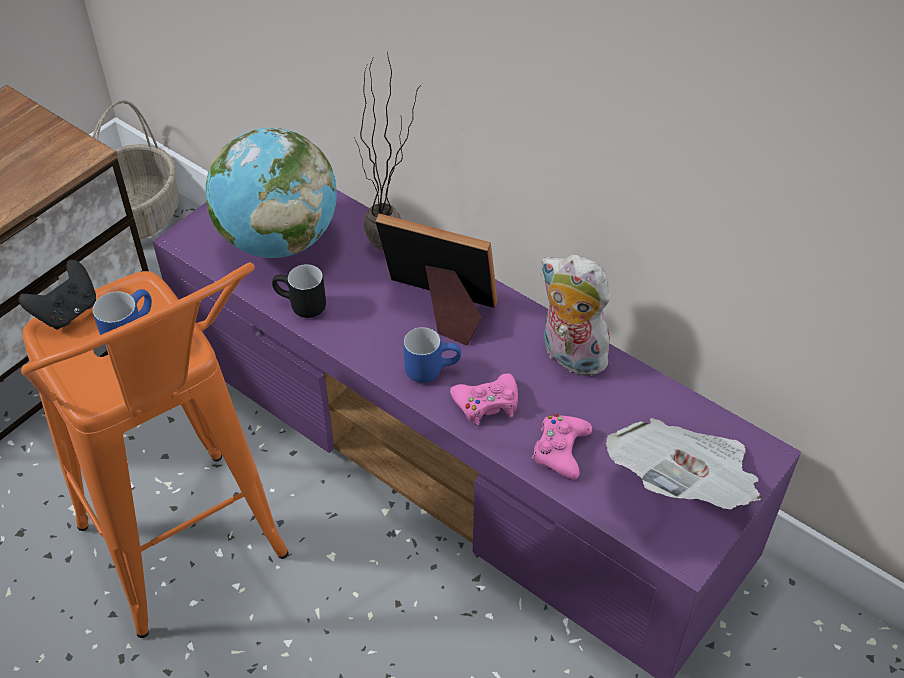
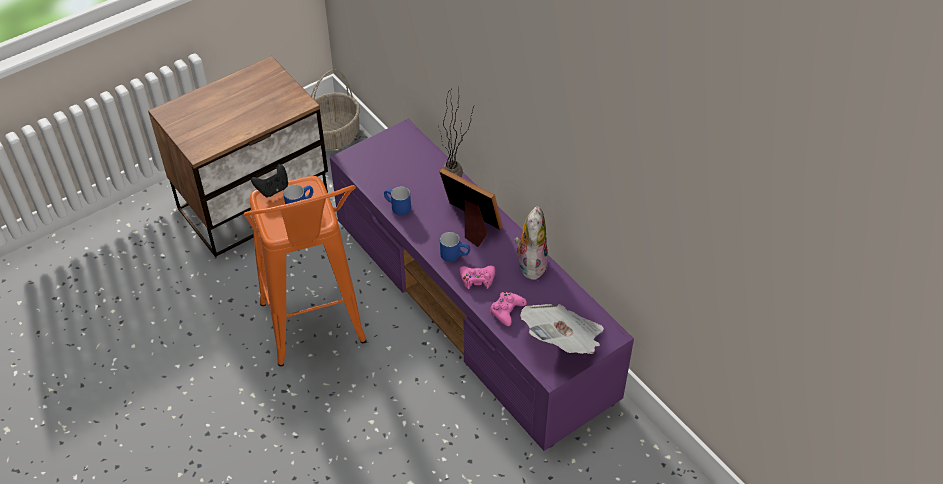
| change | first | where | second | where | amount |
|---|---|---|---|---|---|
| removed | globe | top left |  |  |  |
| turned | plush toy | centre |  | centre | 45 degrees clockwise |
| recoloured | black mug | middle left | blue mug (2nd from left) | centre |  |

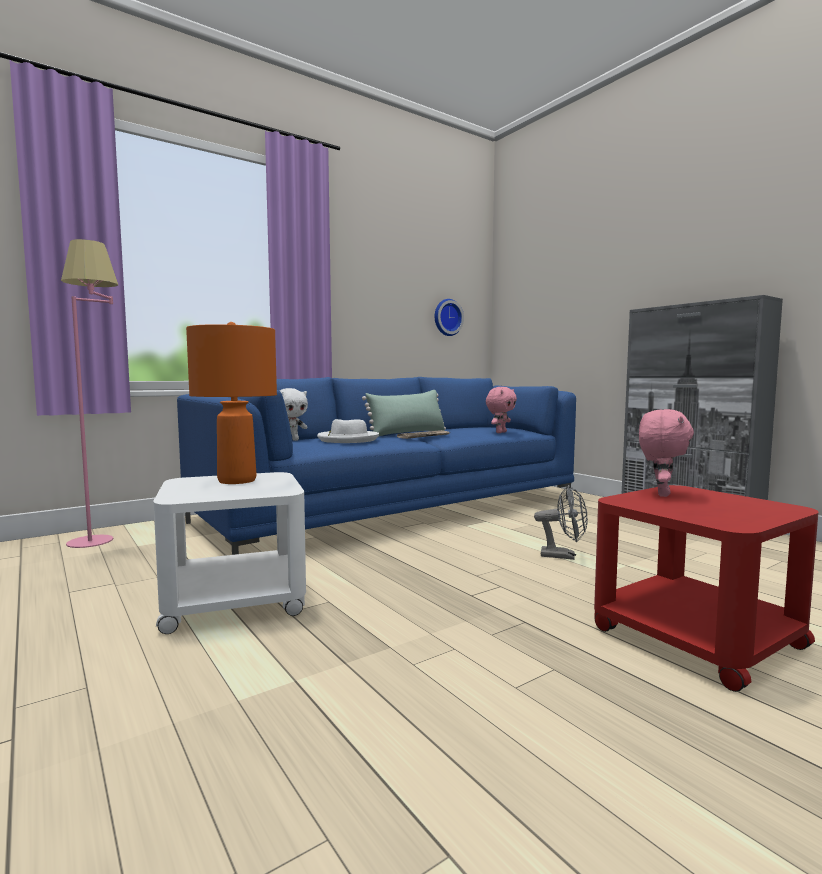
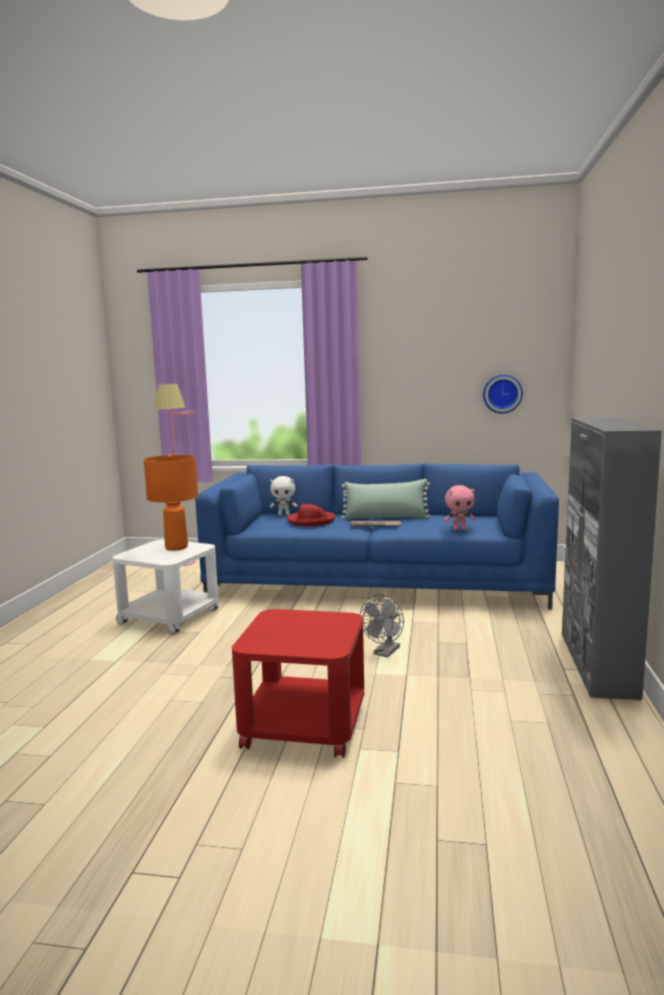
| change | first | where | second | where | amount |
|---|---|---|---|---|---|
| removed | pink plush toy (2nd from left) | middle right |  |  |  |
| recoloured | white hat | centre | red hat | centre |  |
| turned | grey fan | middle right |  | centre | 60 degrees clockwise |

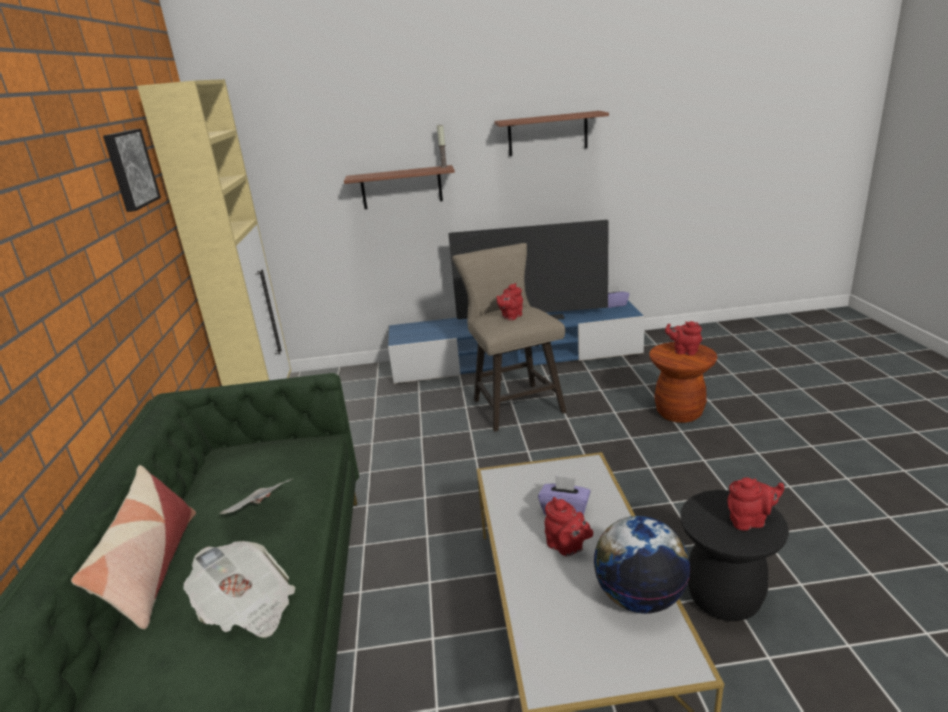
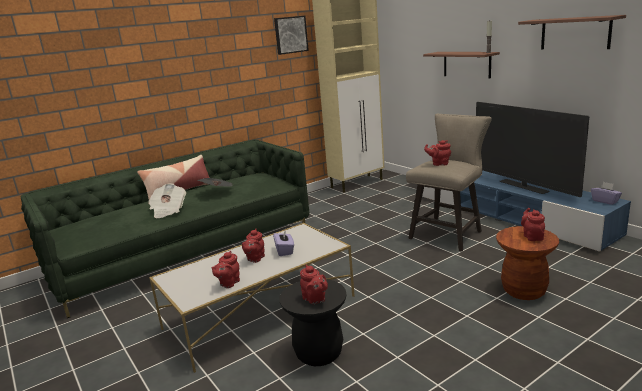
| change | first | where | second | where | amount |
|---|---|---|---|---|---|
| replaced | globe | bottom right | red teapot (1st from left) | bottom centre |  |

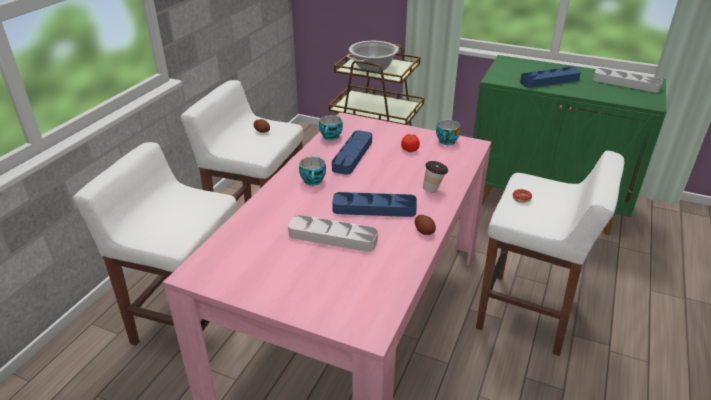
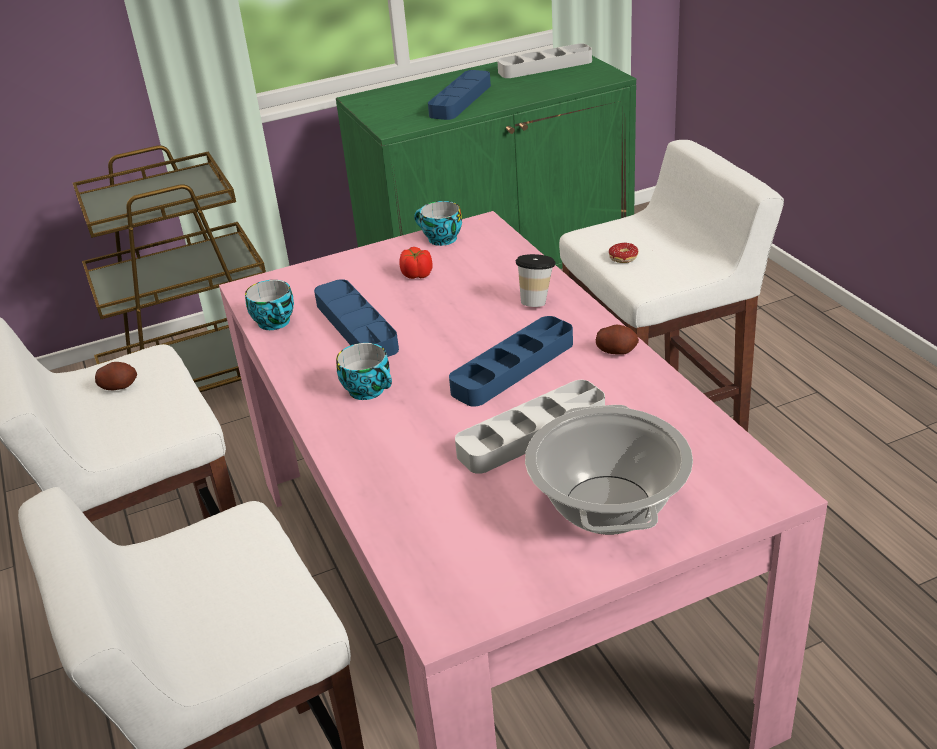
| change | first | where | second | where | amount |
|---|---|---|---|---|---|
| moved | cooking pot | top centre |  | centre |  |

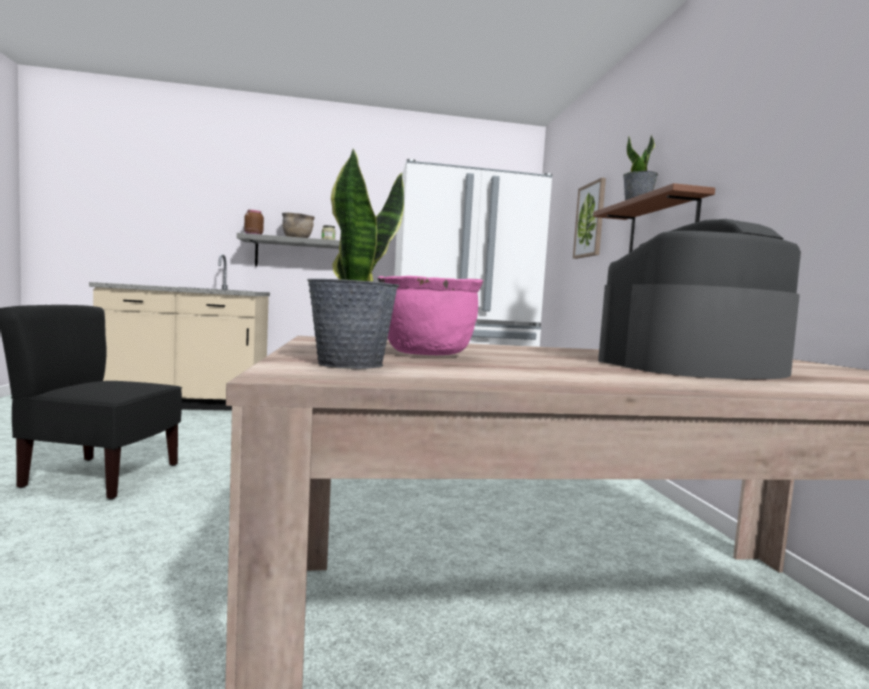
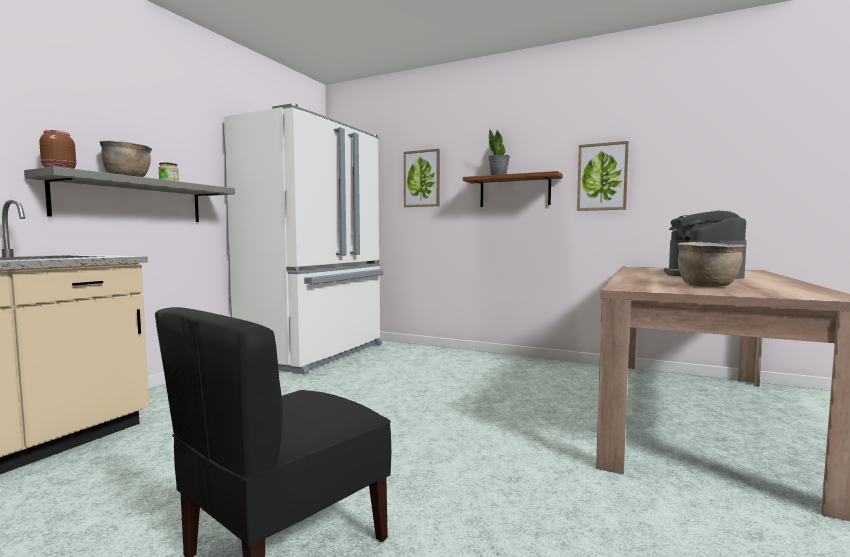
| change | first | where | second | where | amount |
|---|---|---|---|---|---|
| removed | potted plant (1st from left) | centre |  |  |  |
| recoloured | pink cooking pot | centre | brown cooking pot (2nd from left) | middle right |  |
| added |  |  | picture (2nd from left) | top right |  |

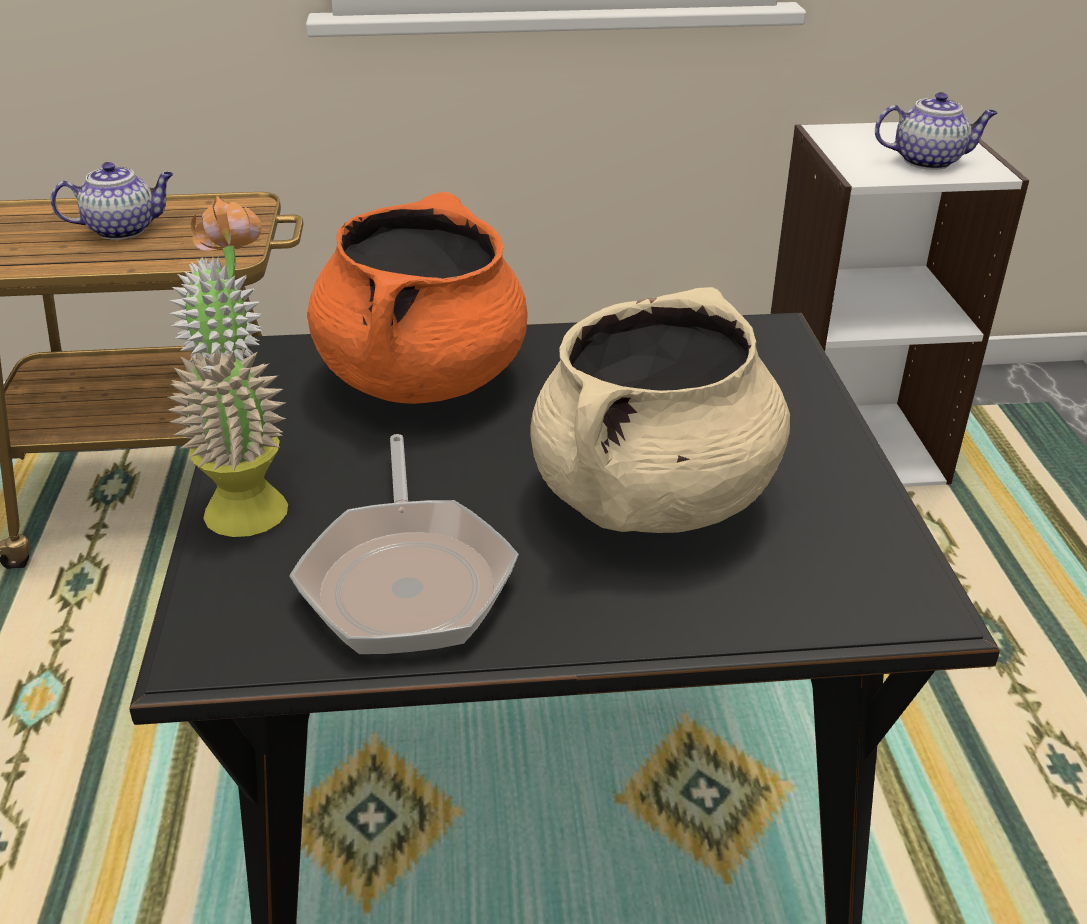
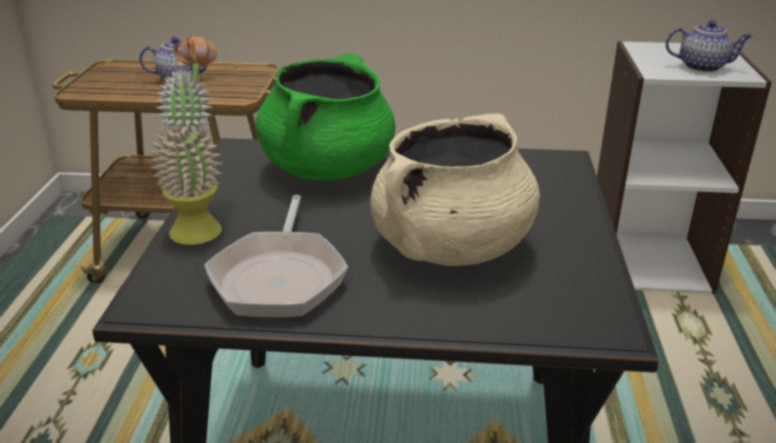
| change | first | where | second | where | amount |
|---|---|---|---|---|---|
| recoloured | orange cooking pot | top centre | green cooking pot | top centre |  |

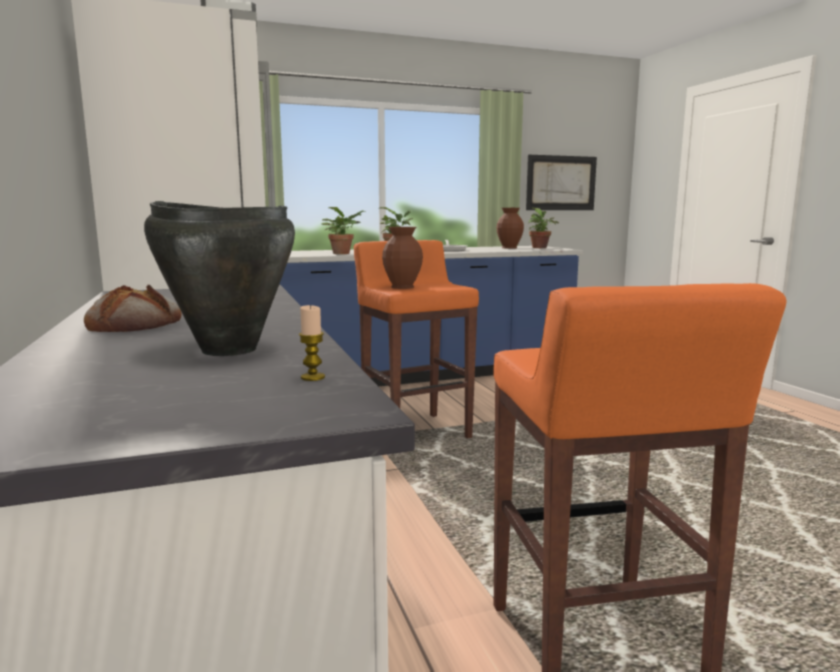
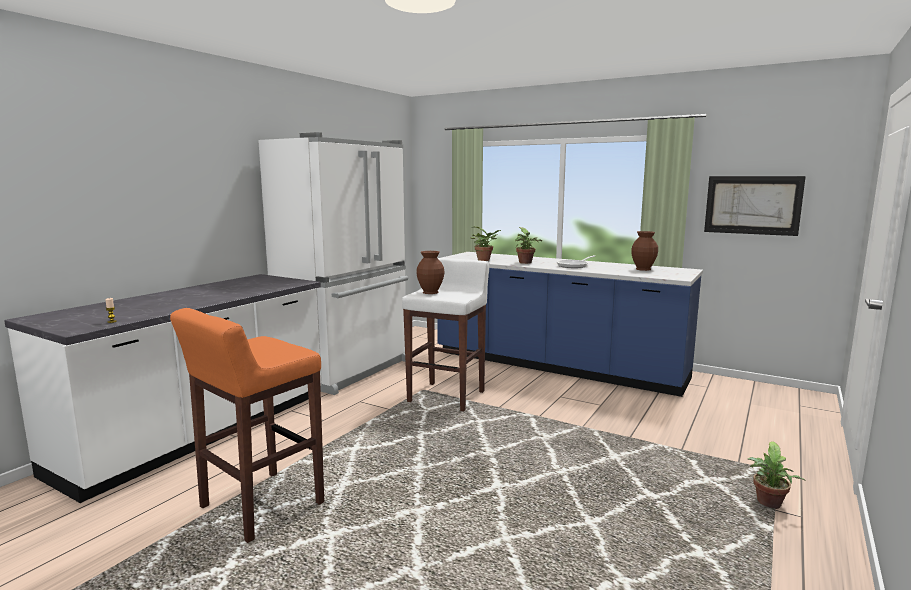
| change | first | where | second | where | amount |
|---|---|---|---|---|---|
| removed | black cooking pot | middle left |  |  |  |
| moved | potted plant (3rd from left) | centre |  | bottom right |  |
| recoloured | orange stool (1st from left) | centre | white stool | centre |  |
| removed | bread | middle left |  |  |  |

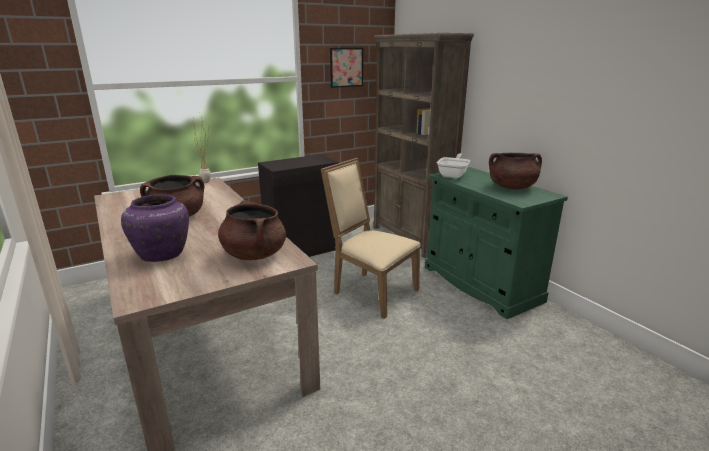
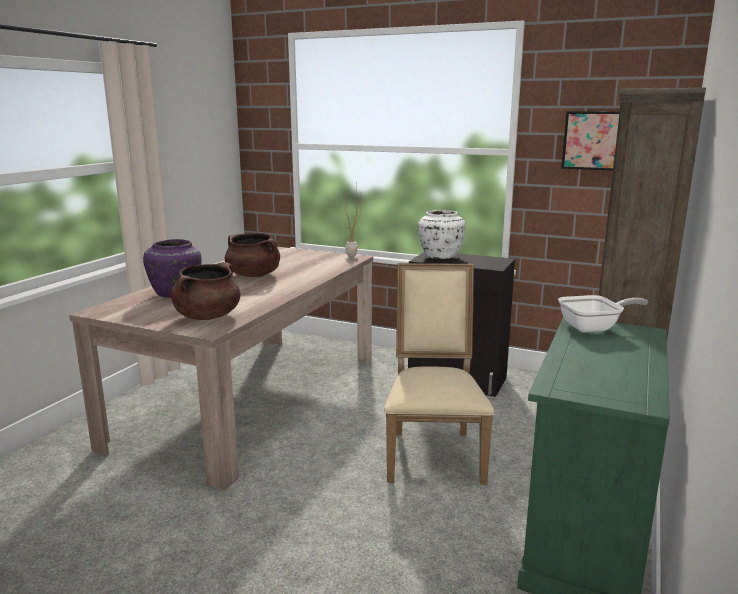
| change | first | where | second | where | amount |
|---|---|---|---|---|---|
| removed | brown cooking pot (3rd from left) | middle right |  |  |  |
| added |  |  | white vase | centre |  |

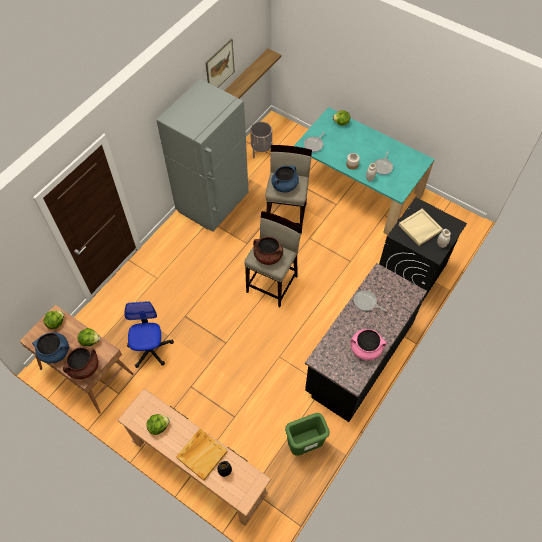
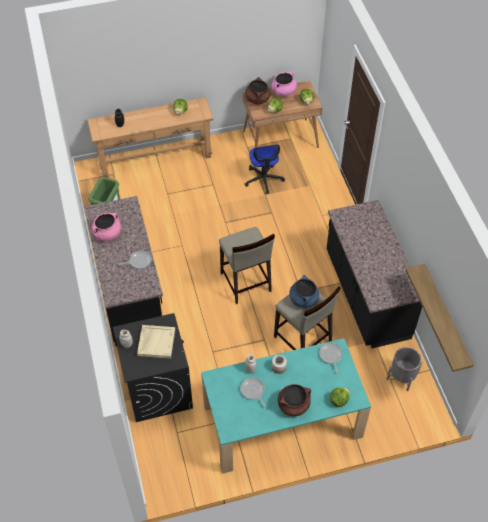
| change | first | where | second | where | amount |
|---|---|---|---|---|---|
| removed | picture | top centre |  |  |  |
| replaced | grey fridge | top centre | black counter (2nd from left) | middle right |  |
| moved | brown cooking pot (2nd from left) | centre |  | bottom centre |  |
| turned | office chair | middle left |  | top centre | 45 degrees clockwise |
| recoloured | blue cooking pot (1st from left) | middle left | pink cooking pot (2nd from left) | top centre |  |
| removed | beige tray (1st from left) | bottom centre |  |  |  |

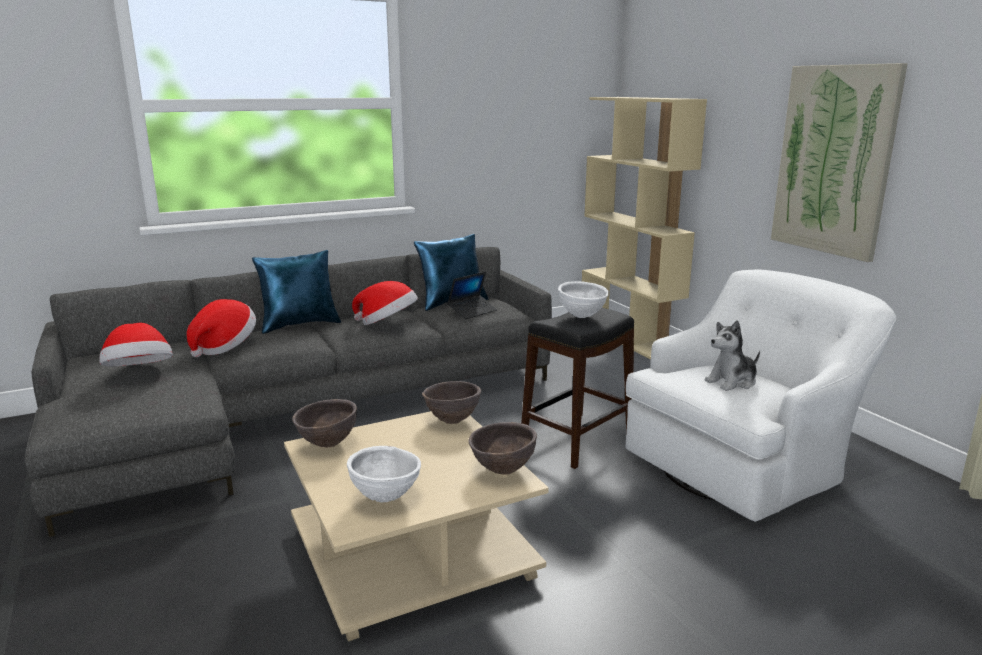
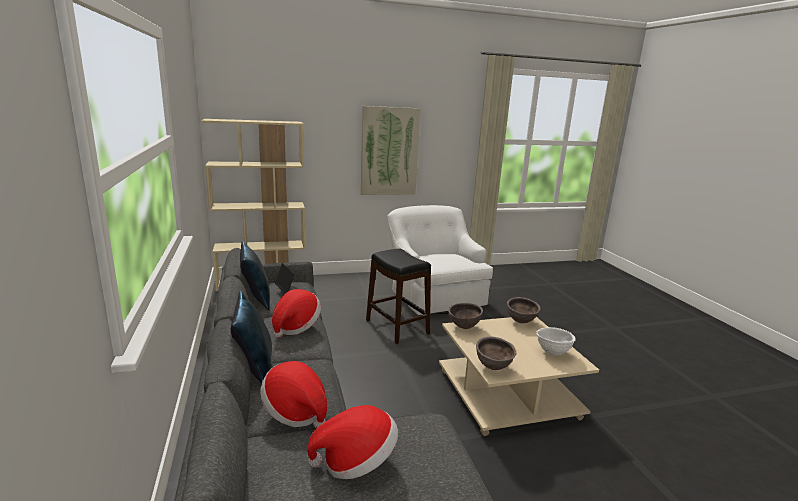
| change | first | where | second | where | amount |
|---|---|---|---|---|---|
| removed | white bowl (2nd from left) | centre |  |  |  |
| removed | plush toy | middle right |  |  |  |

